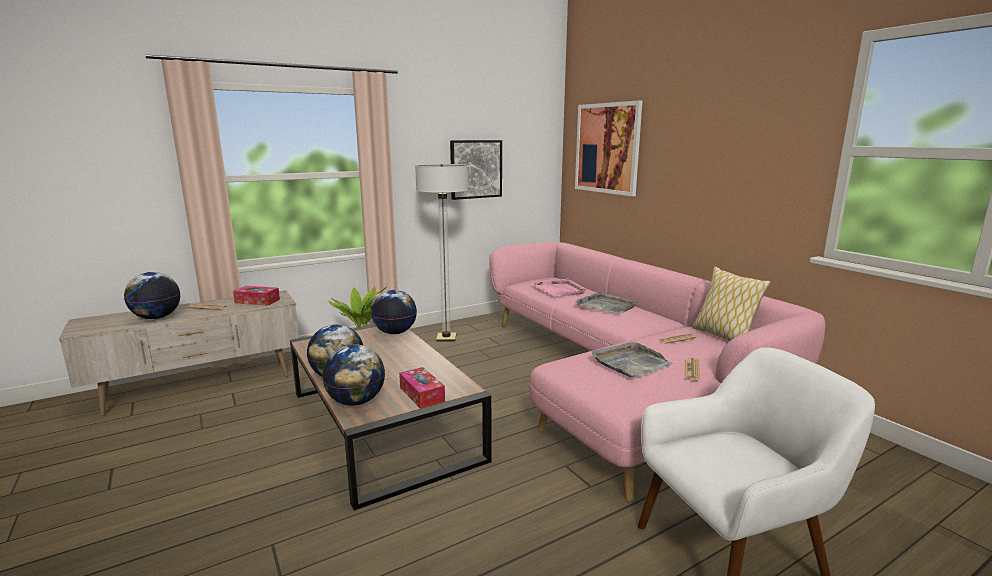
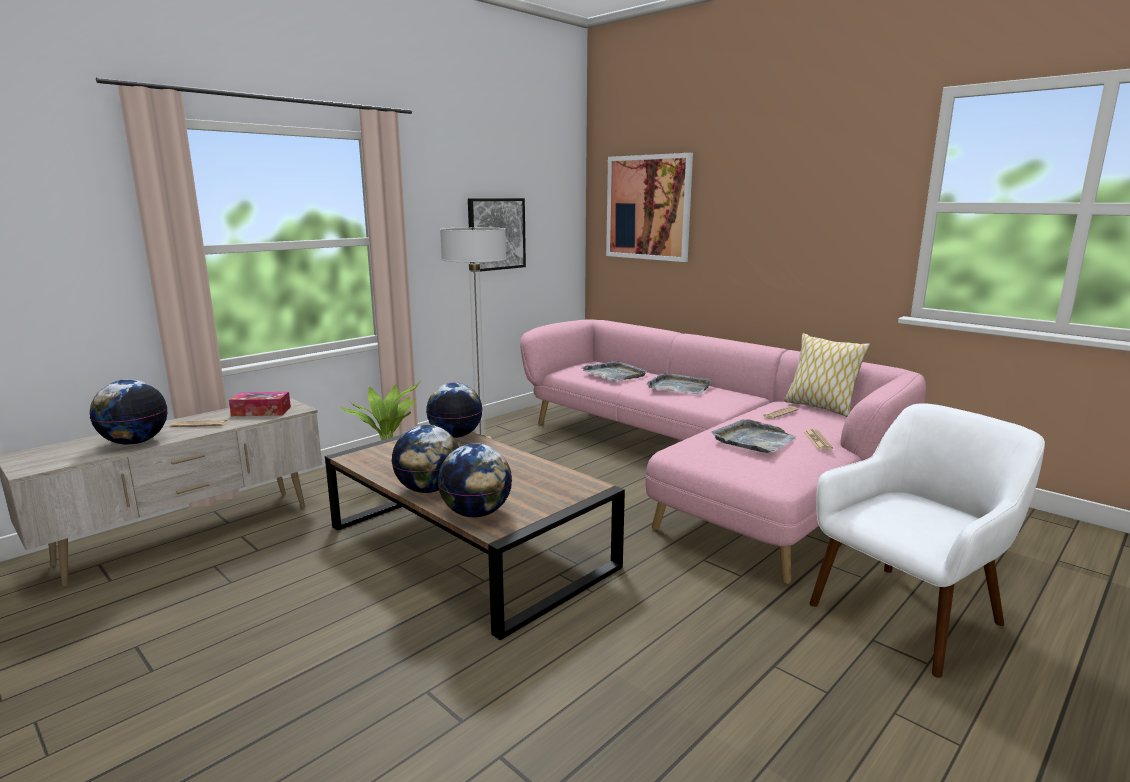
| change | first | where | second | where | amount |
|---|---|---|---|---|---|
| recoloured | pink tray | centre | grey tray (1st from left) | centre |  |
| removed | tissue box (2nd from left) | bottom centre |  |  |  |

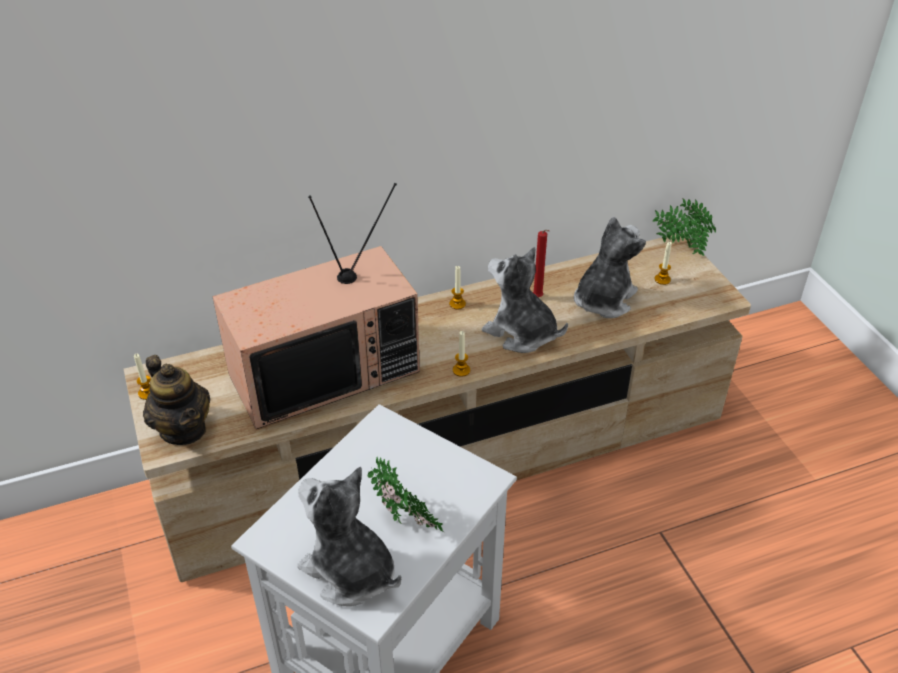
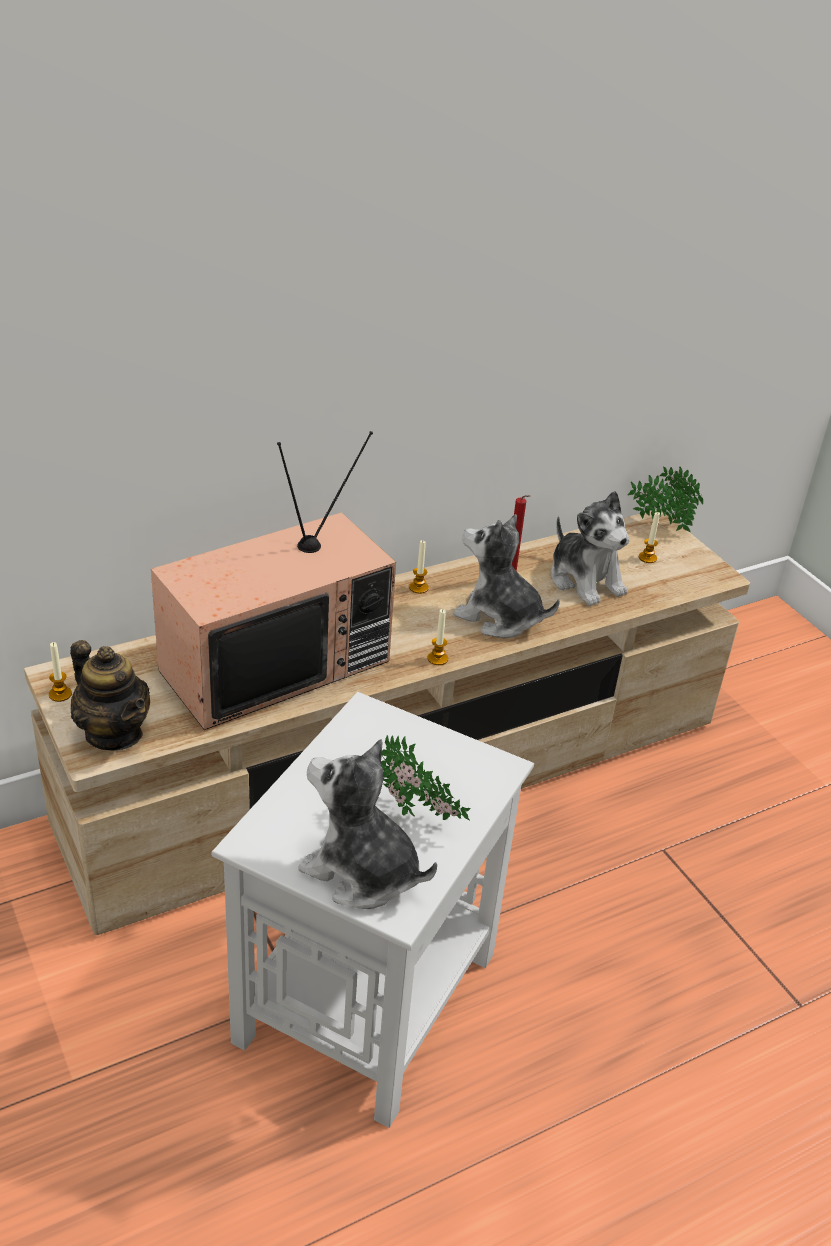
| change | first | where | second | where | amount |
|---|---|---|---|---|---|
| turned | plush toy (3rd from left) | middle right |  | middle right | 120 degrees clockwise |

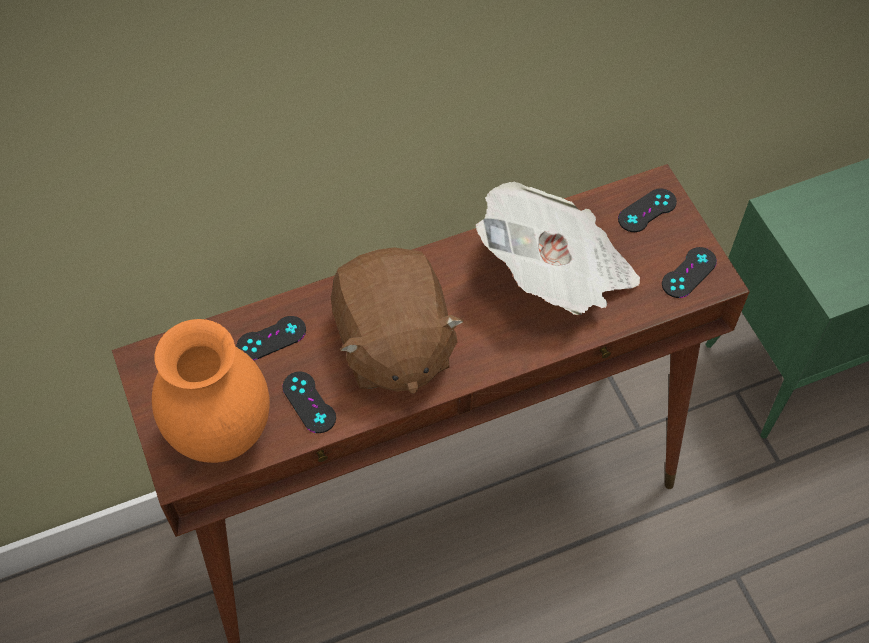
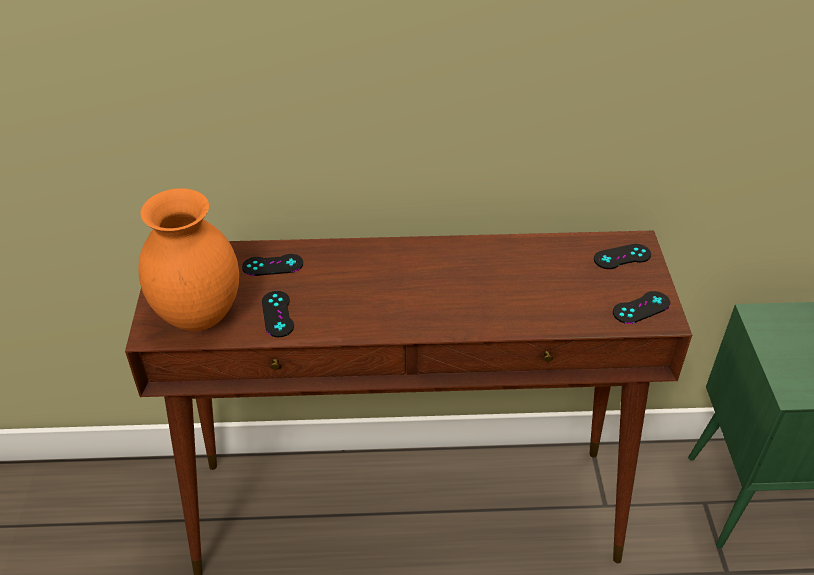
| change | first | where | second | where | amount |
|---|---|---|---|---|---|
| removed | newspaper | centre |  |  |  |
| removed | brown plush toy | centre |  |  |  |

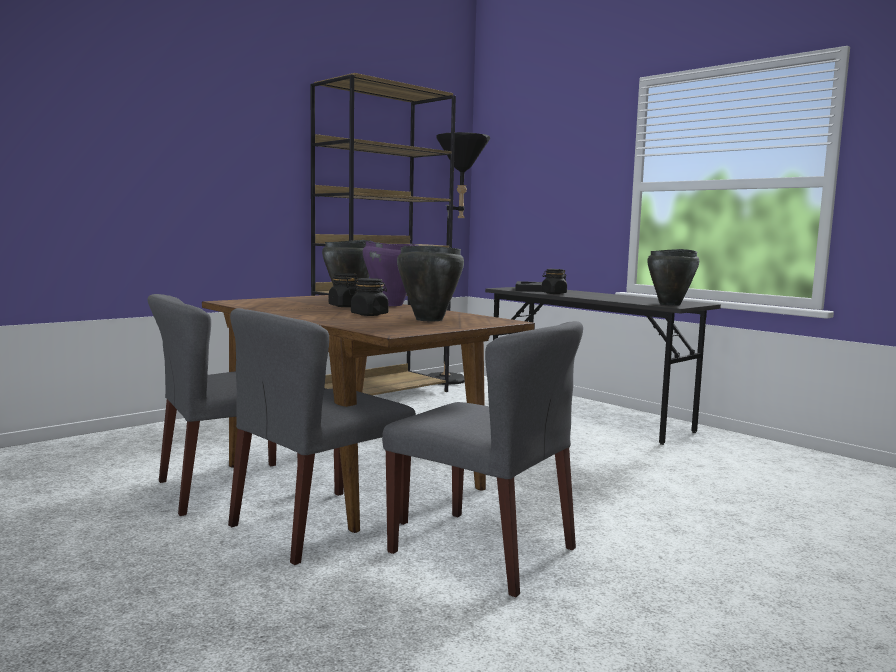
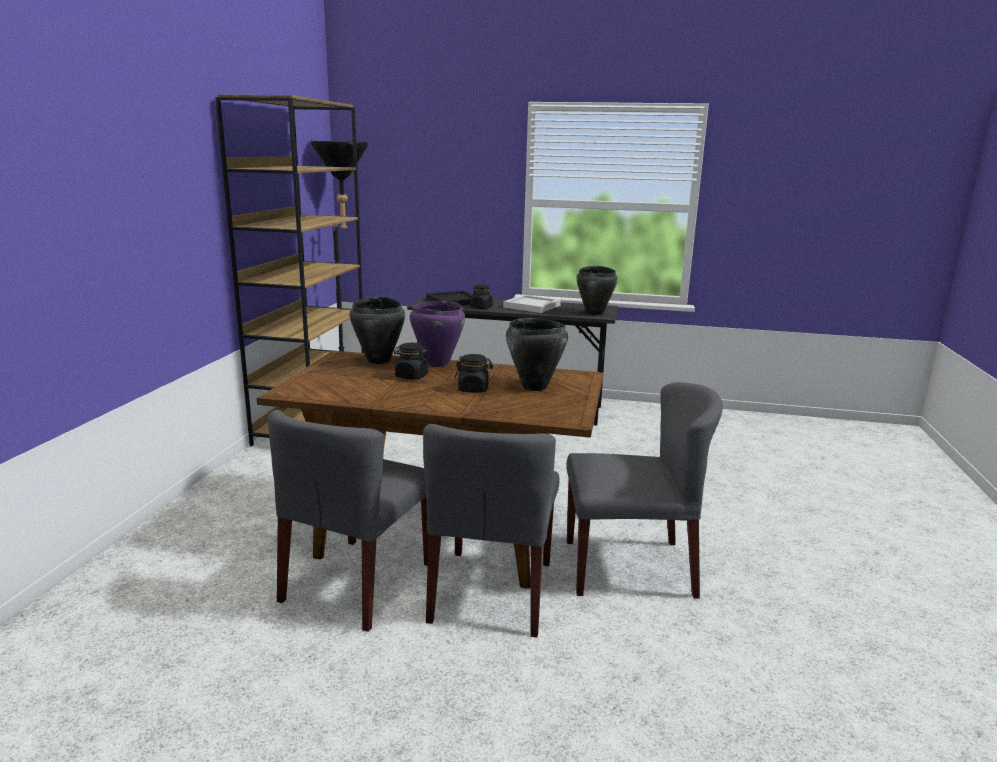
| change | first | where | second | where | amount |
|---|---|---|---|---|---|
| added |  |  | white tray | centre |  |

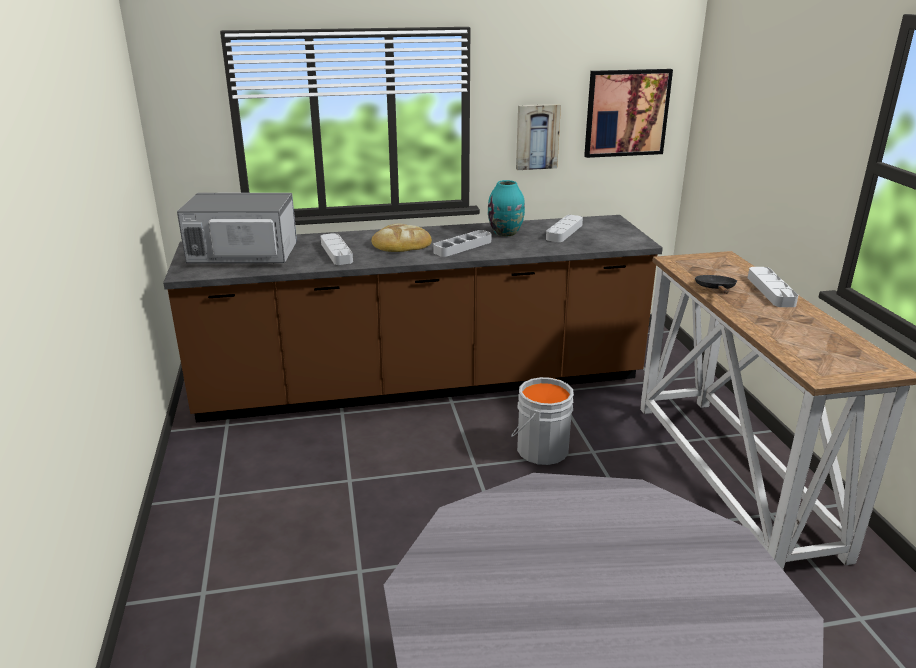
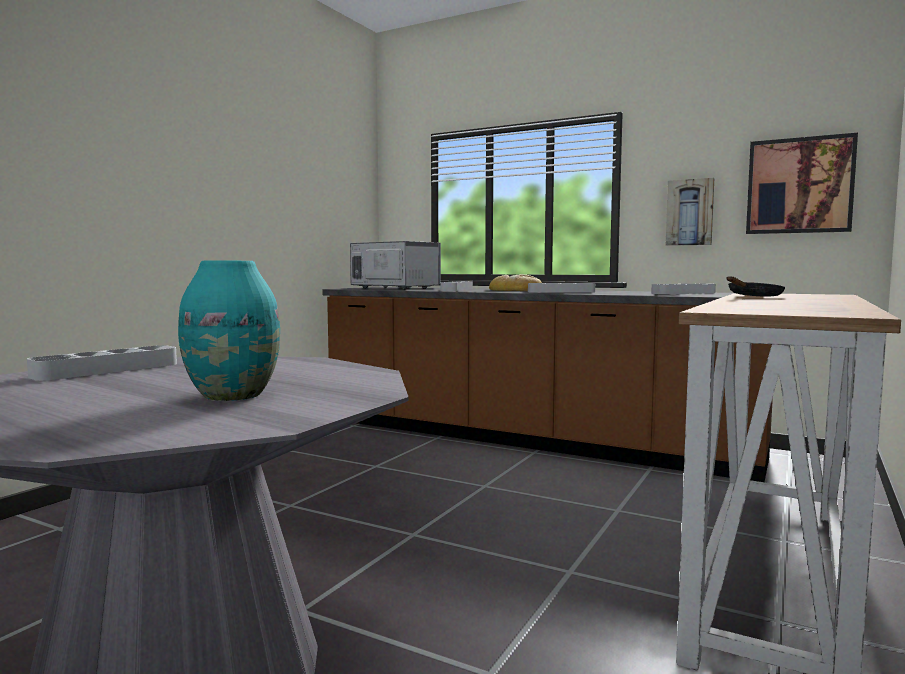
| change | first | where | second | where | amount |
|---|---|---|---|---|---|
| moved | turquoise vase | top centre |  | middle left |  |
| moved | grey tray (4th from left in the first image) | middle right | grey tray (1st from left) | middle left |  |
| removed | grey bucket | centre |  |  |  |

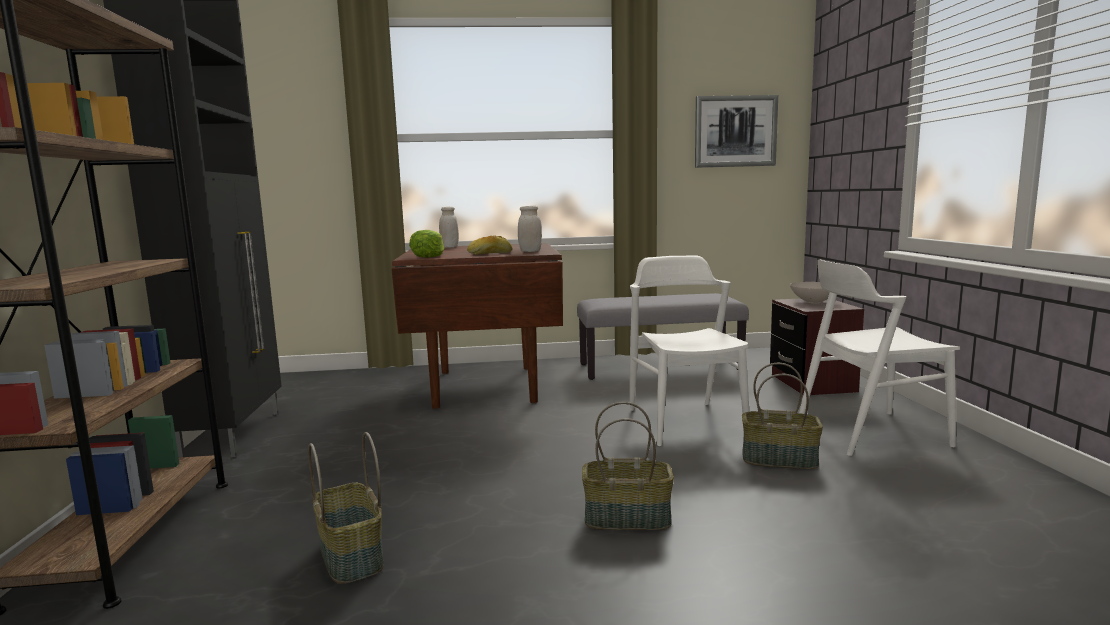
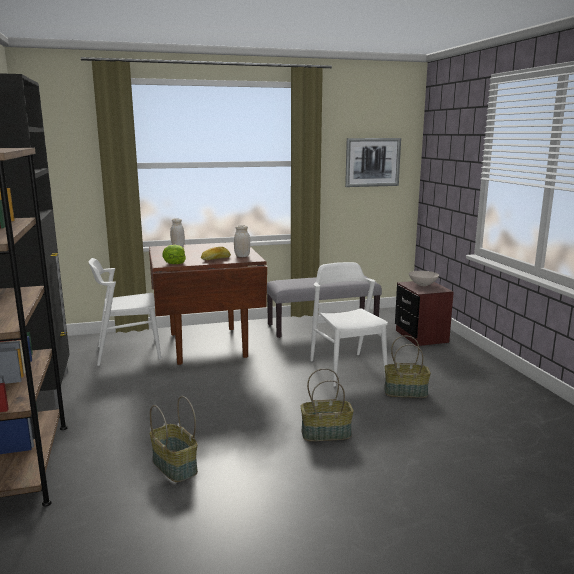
| change | first | where | second | where | amount |
|---|---|---|---|---|---|
| moved | white chair (2nd from left in the first image) | middle right | white chair (1st from left) | middle left |  |

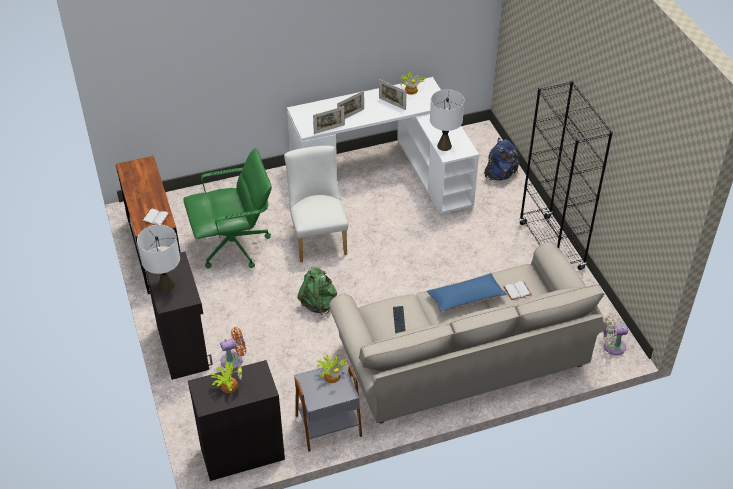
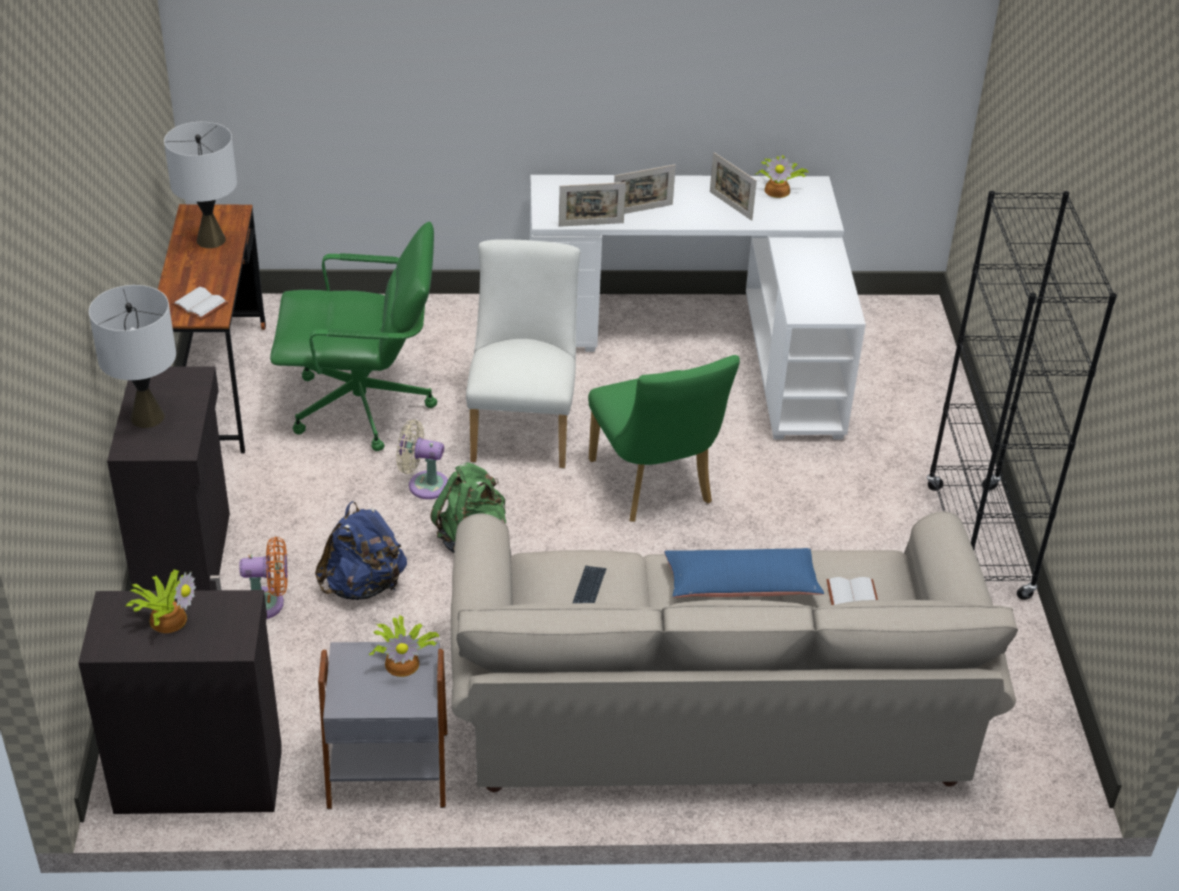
| change | first | where | second | where | amount |
|---|---|---|---|---|---|
| moved | white table lamp (2nd from left) | top centre |  | top left |  |
| moved | blue backpack | top right |  | middle left |  |
| moved | beige fan | bottom right |  | centre |  |
| added |  |  | green chair | centre |  |

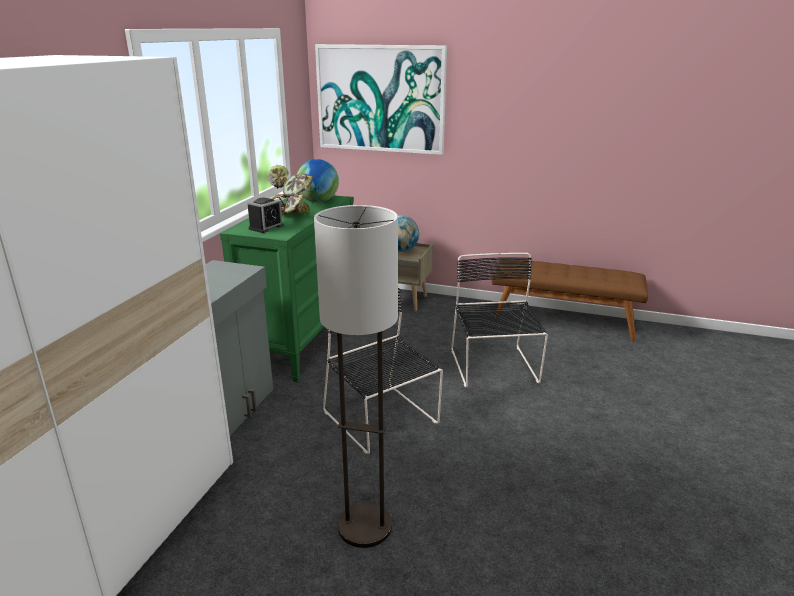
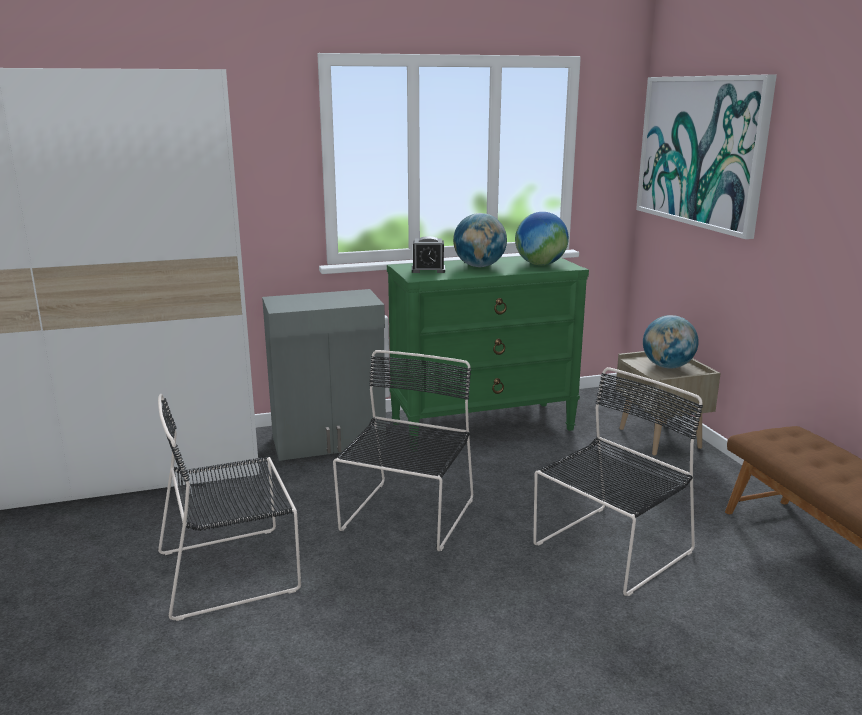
| change | first | where | second | where | amount |
|---|---|---|---|---|---|
| replaced | potted plant | top centre | globe (1st from left) | centre |  |
| replaced | floor lamp | centre | black chair (1st from left) | bottom left |  |

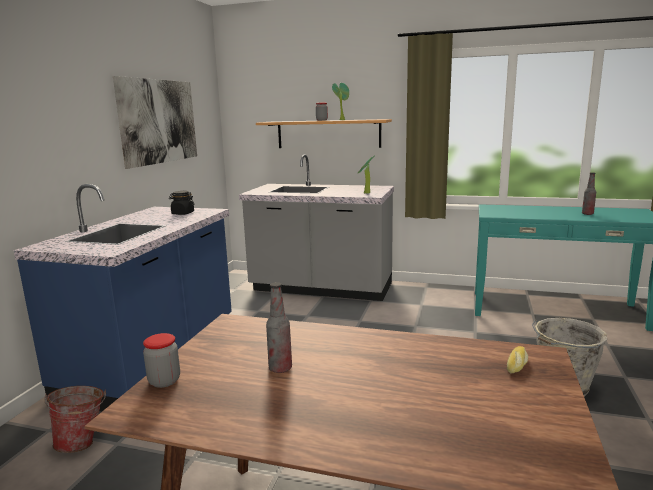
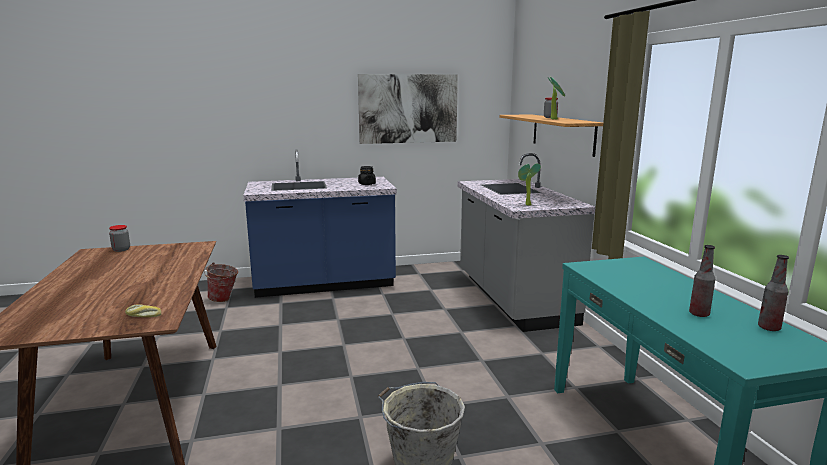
| change | first | where | second | where | amount |
|---|---|---|---|---|---|
| moved | bottle (1st from left in the first image) | bottom centre | bottle (2nd from left) | middle right |  |

